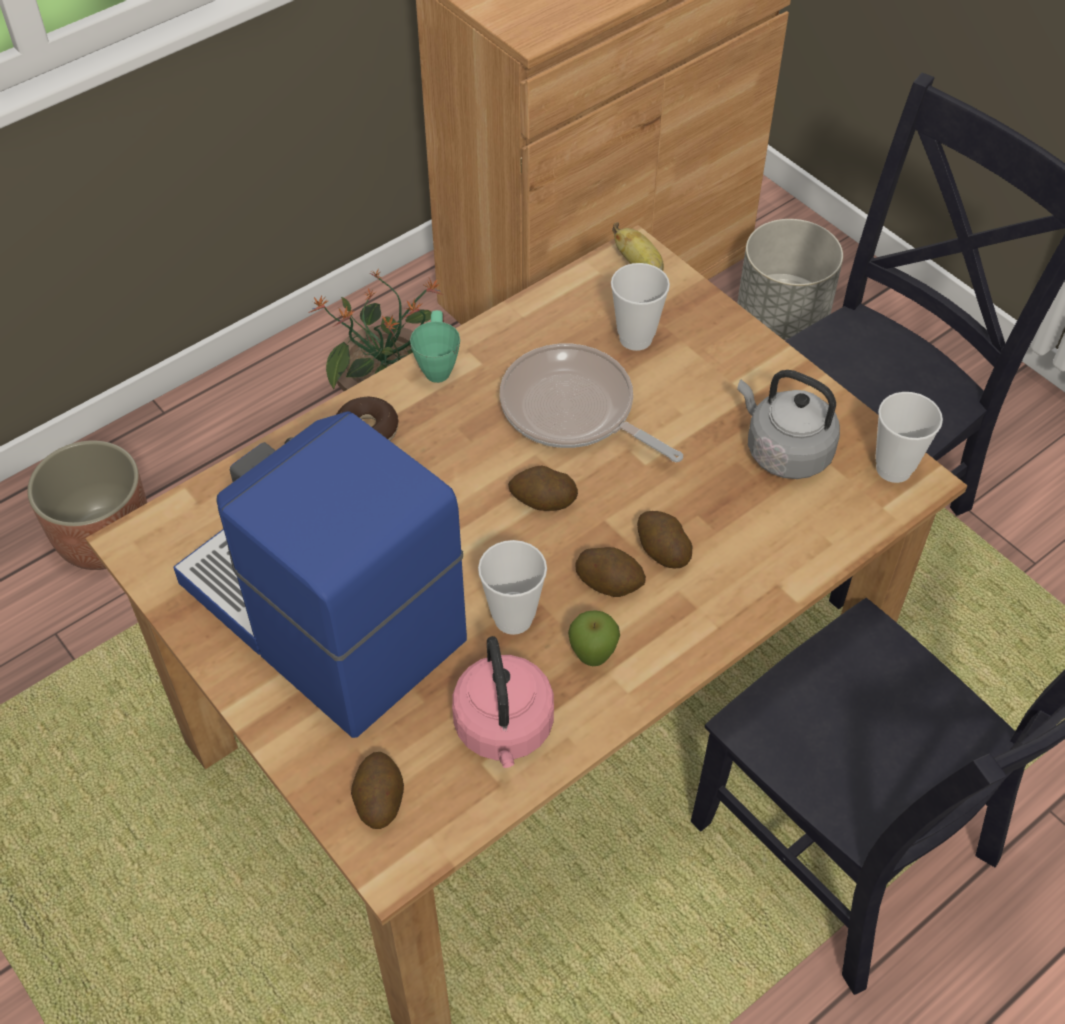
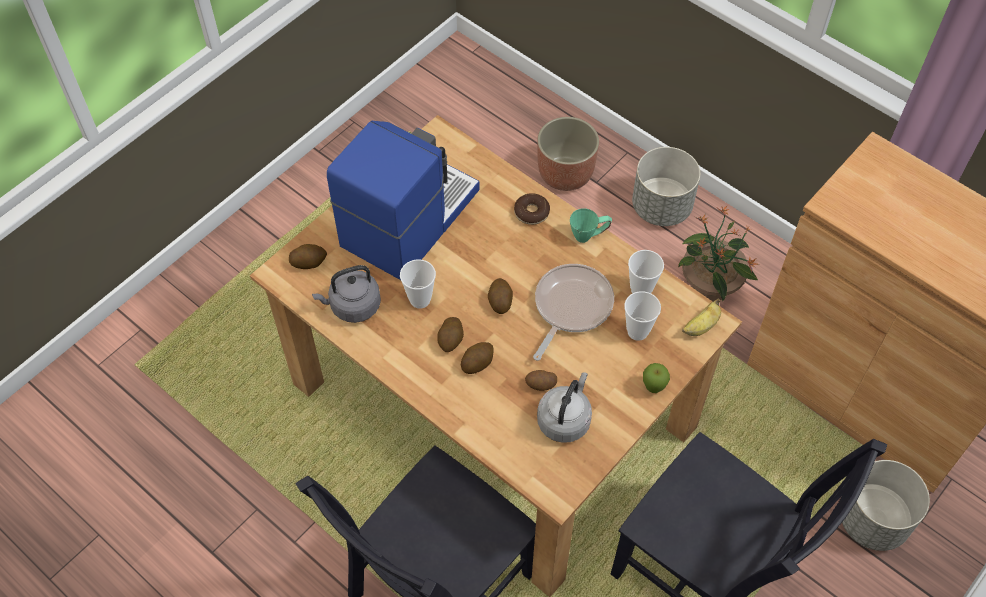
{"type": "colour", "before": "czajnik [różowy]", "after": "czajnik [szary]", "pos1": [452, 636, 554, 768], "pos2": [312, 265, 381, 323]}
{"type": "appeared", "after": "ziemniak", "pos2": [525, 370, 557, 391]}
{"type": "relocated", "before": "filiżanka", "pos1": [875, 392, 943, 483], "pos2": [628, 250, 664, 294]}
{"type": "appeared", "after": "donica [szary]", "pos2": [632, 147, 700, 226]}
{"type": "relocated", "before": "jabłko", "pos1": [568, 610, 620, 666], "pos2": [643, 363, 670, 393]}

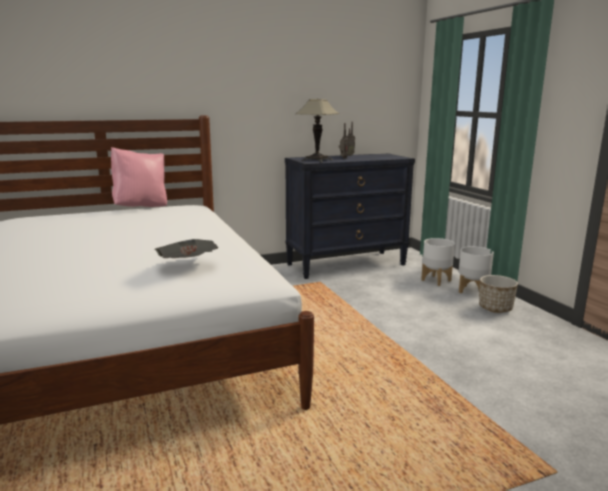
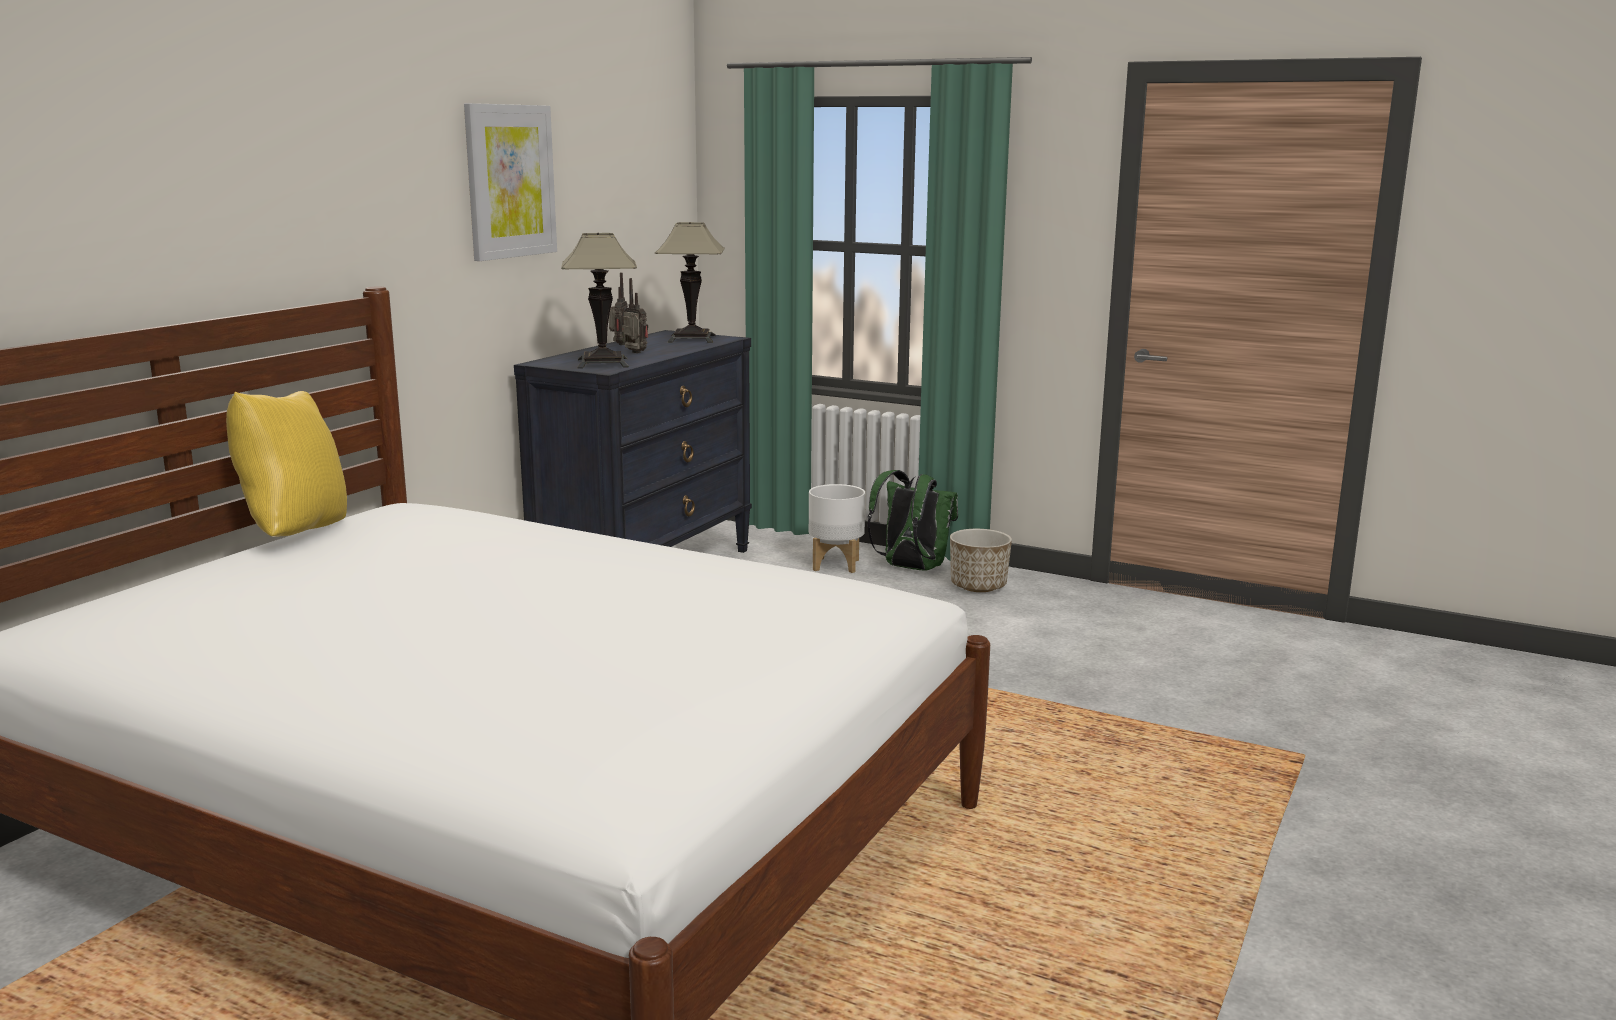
{"type": "colour", "before": "poduszka [różowy]", "after": "poduszka [żółty]", "pos1": [111, 147, 167, 207], "pos2": [226, 391, 347, 537]}
{"type": "appeared", "after": "obraz", "pos2": [464, 103, 557, 261]}
{"type": "appeared", "after": "lampa stołowa", "pos2": [655, 222, 725, 343]}
{"type": "exchanged", "before": "donica [biały]", "after": "plecak [zielony]", "pos1": [459, 246, 494, 293], "pos2": [868, 470, 958, 570]}
{"type": "missing", "before": "gazeta", "pos1": [155, 239, 218, 258]}

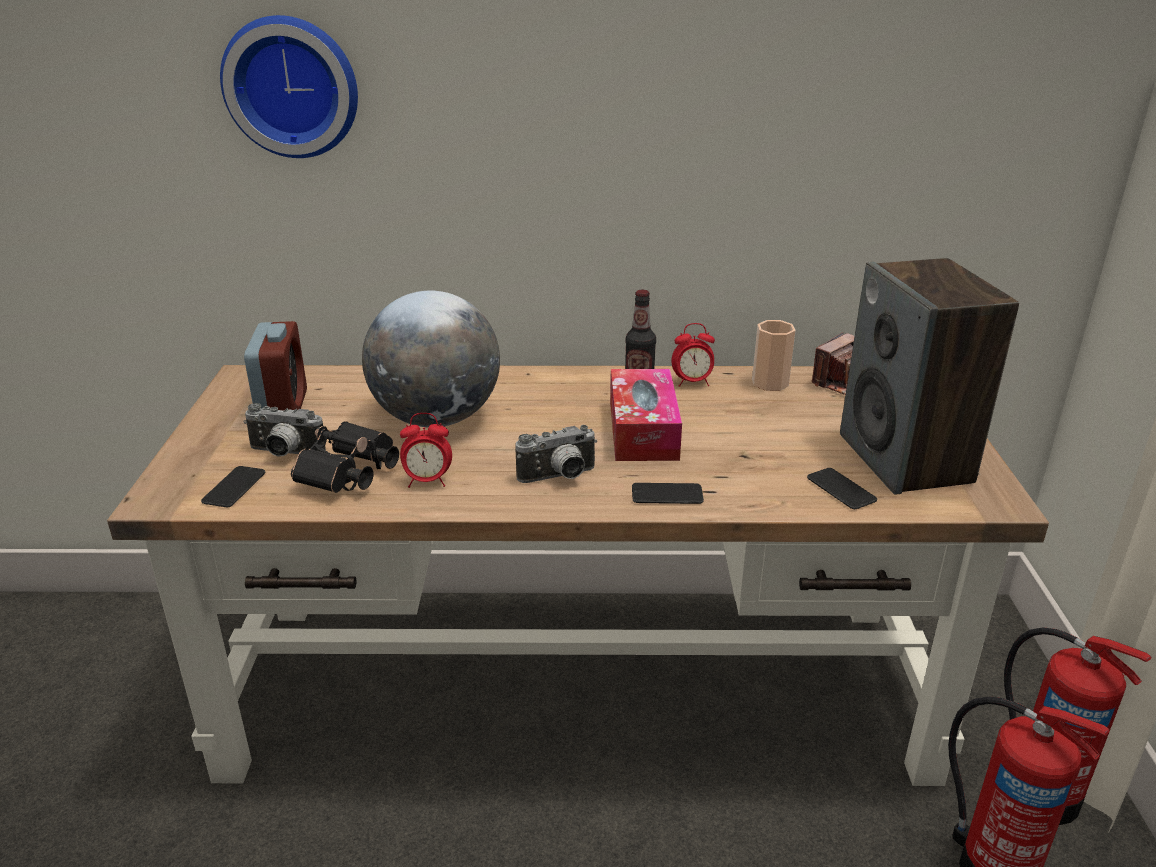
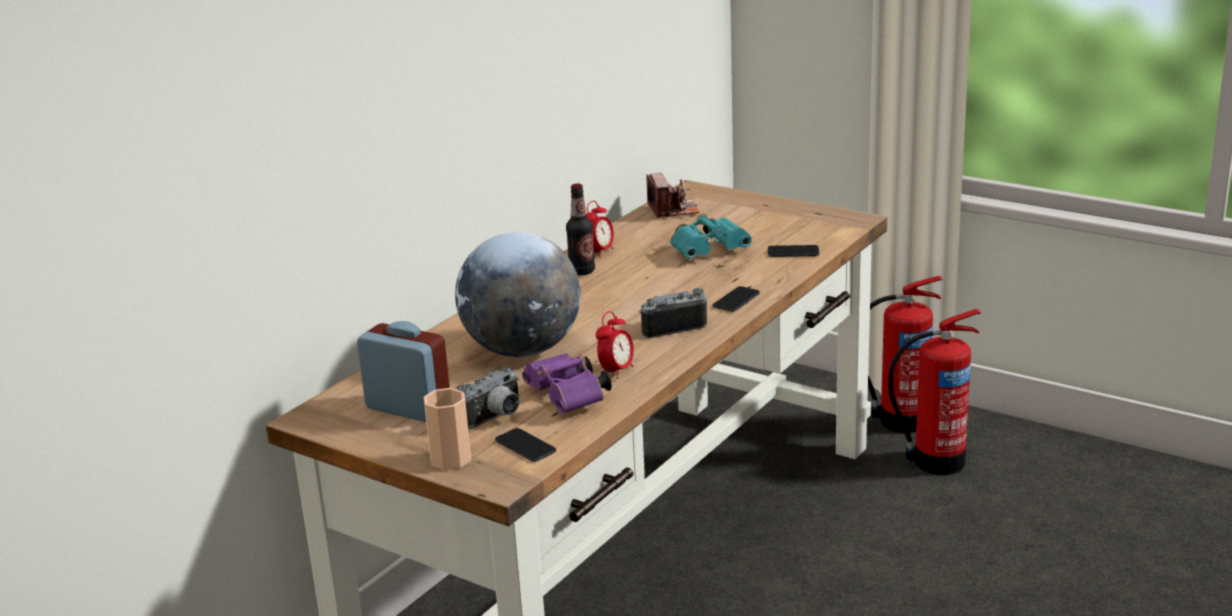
{"type": "relocated", "before": "filiżanka", "pos1": [752, 320, 796, 391], "pos2": [424, 388, 471, 470]}
{"type": "colour", "before": "lornetka [czarny]", "after": "lornetka [fioletowy]", "pos1": [291, 421, 399, 493], "pos2": [522, 353, 612, 414]}
{"type": "spun", "before": "aparat fotograficzny", "pos1": [516, 425, 597, 483], "pos2": [639, 288, 707, 338], "turn": -120}
{"type": "appeared", "after": "lornetka [turkusowy]", "pos2": [670, 214, 752, 259]}
{"type": "missing", "before": "zegar ścienny", "pos1": [220, 15, 358, 158]}
{"type": "missing", "before": "pudełko chusteczek", "pos1": [610, 369, 682, 461]}
{"type": "missing", "before": "głośnik", "pos1": [840, 258, 1019, 494]}

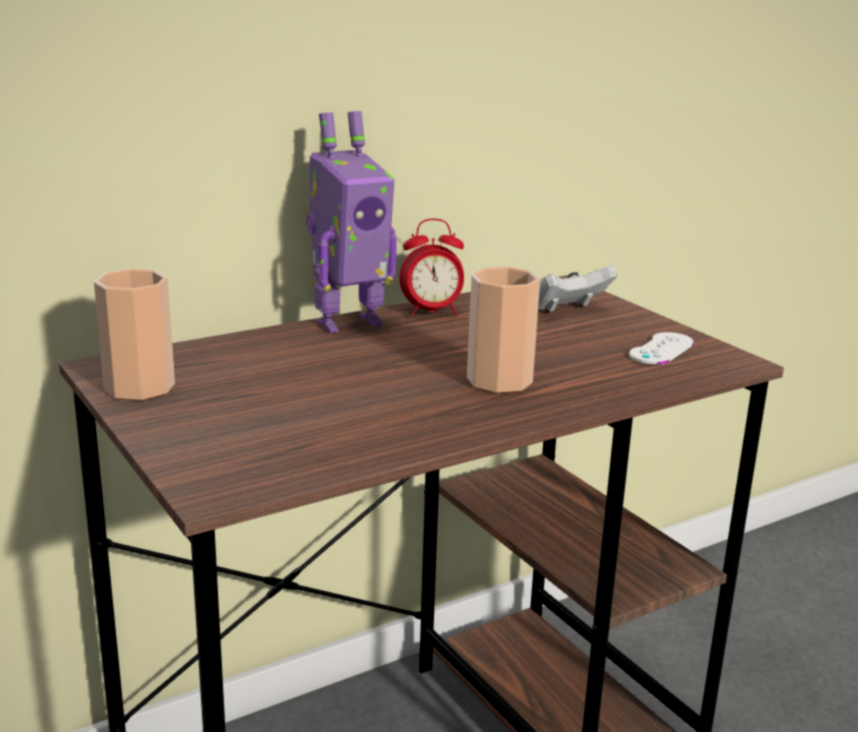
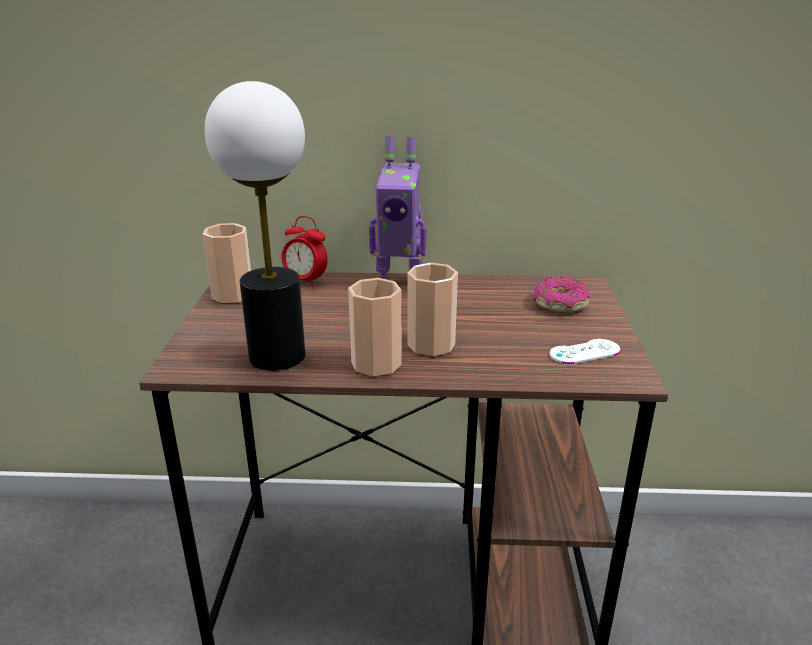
{"type": "appeared", "after": "lampa stołowa", "pos2": [205, 81, 305, 371]}
{"type": "relocated", "before": "budzik", "pos1": [399, 219, 464, 317], "pos2": [282, 216, 328, 288]}
{"type": "appeared", "after": "filiżanka", "pos2": [348, 278, 402, 376]}
{"type": "exchanged", "before": "pad do gier [biały]", "after": "donut", "pos1": [538, 265, 617, 313], "pos2": [534, 277, 590, 313]}

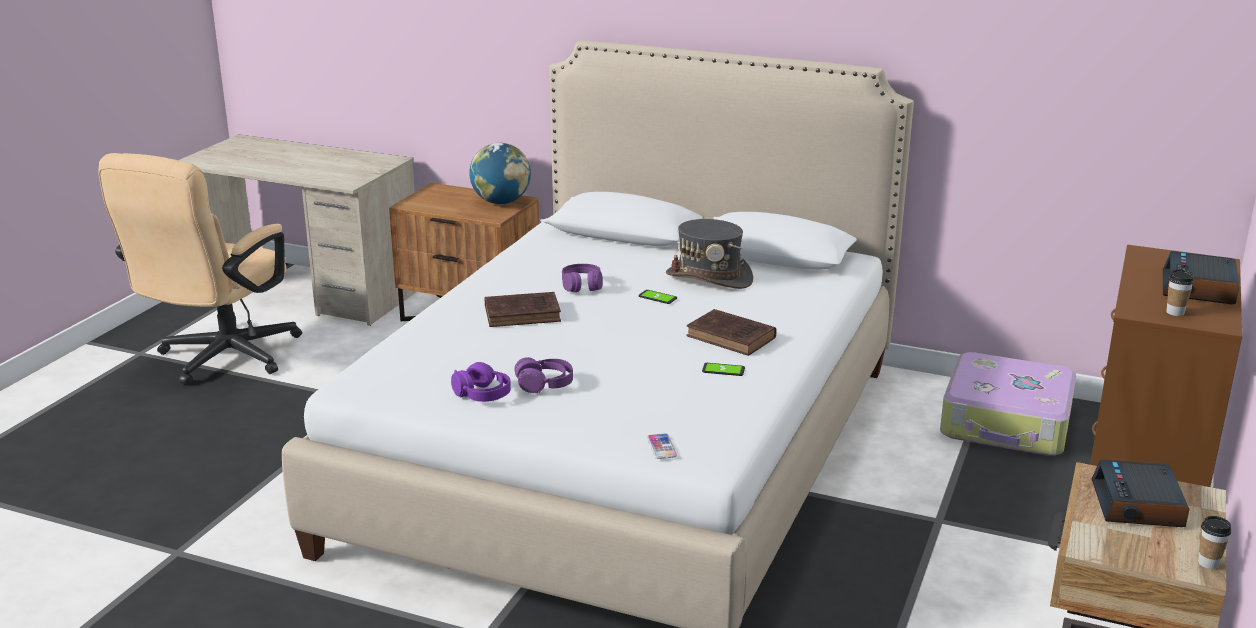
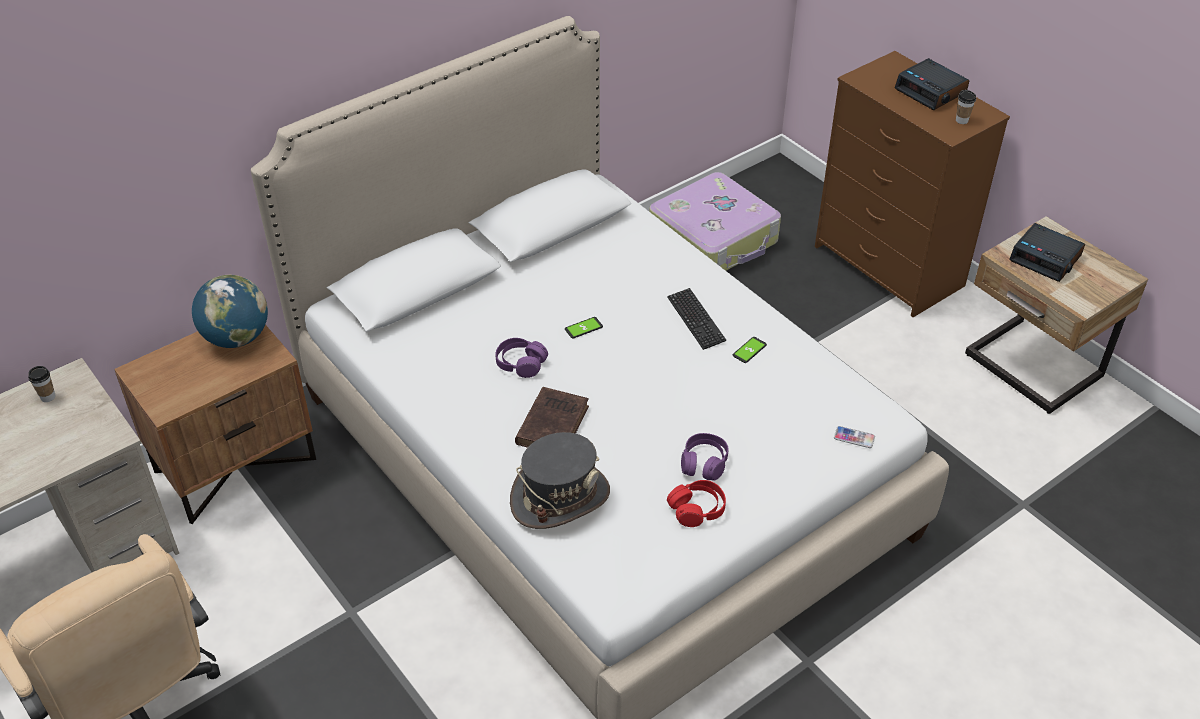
{"type": "relocated", "before": "filiżanka", "pos1": [1198, 516, 1231, 569], "pos2": [28, 366, 56, 402]}
{"type": "relocated", "before": "kapelusz [szary]", "pos1": [666, 219, 753, 289], "pos2": [510, 432, 610, 529]}
{"type": "exchanged", "before": "książka [brązowy]", "after": "klawiatura", "pos1": [686, 309, 776, 356], "pos2": [667, 288, 726, 350]}
{"type": "colour", "before": "słuchawki [fioletowy]", "after": "słuchawki [czerwony]", "pos1": [451, 362, 511, 402], "pos2": [667, 480, 726, 527]}

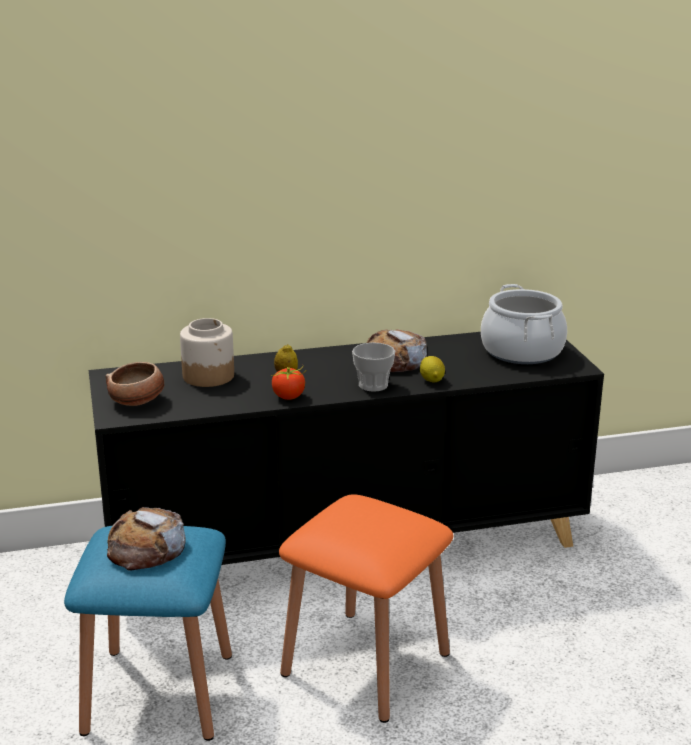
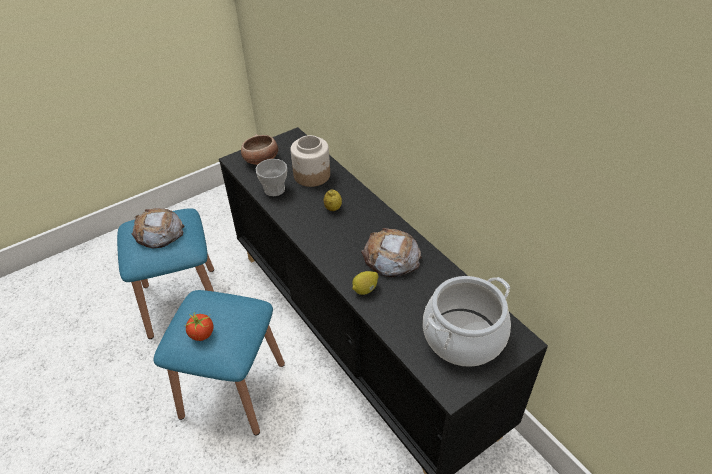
{"type": "colour", "before": "stołek [pomarańczowy]", "after": "stołek [niebieski]", "pos1": [279, 495, 453, 723], "pos2": [154, 290, 285, 436]}
{"type": "relocated", "before": "pomidor", "pos1": [270, 365, 307, 400], "pos2": [185, 313, 213, 341]}
{"type": "relocated", "before": "filiżanka", "pos1": [352, 342, 395, 392], "pos2": [256, 159, 287, 196]}

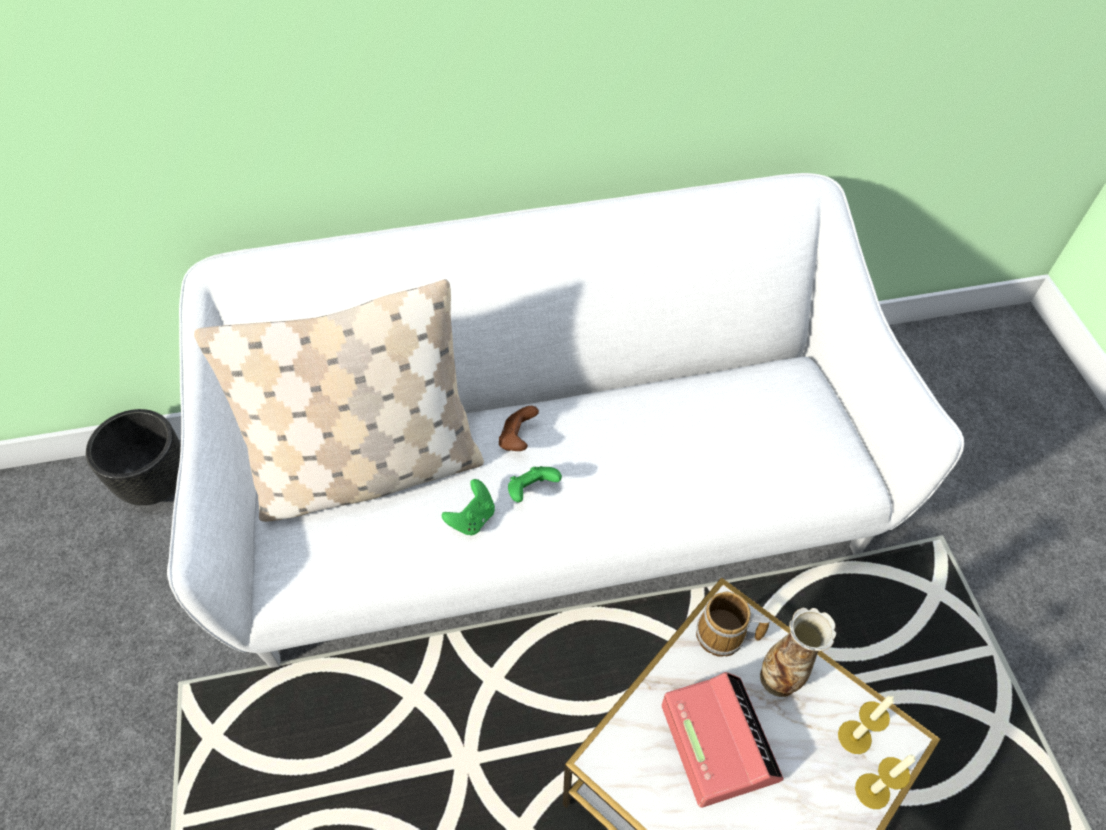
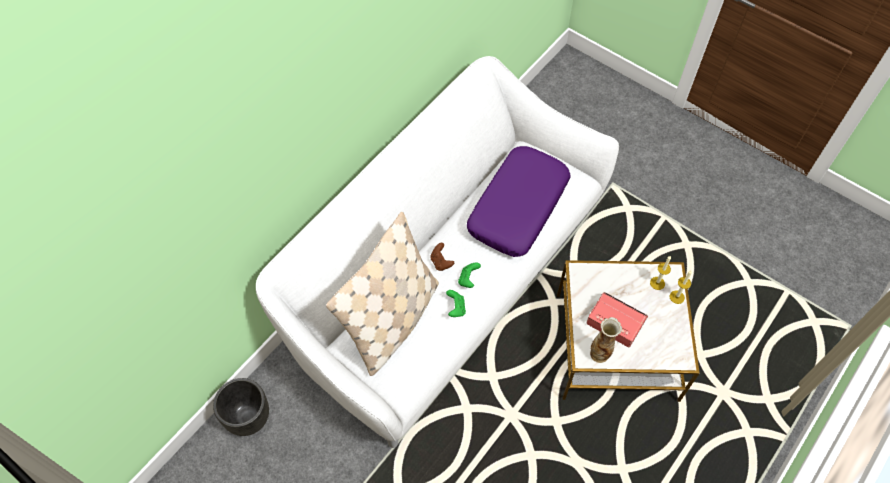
{"type": "appeared", "after": "poduszka [fioletowy]", "pos2": [467, 146, 570, 257]}
{"type": "relocated", "before": "wazon", "pos1": [760, 608, 836, 697], "pos2": [590, 317, 622, 363]}
{"type": "missing", "before": "kubek", "pos1": [696, 592, 770, 657]}

